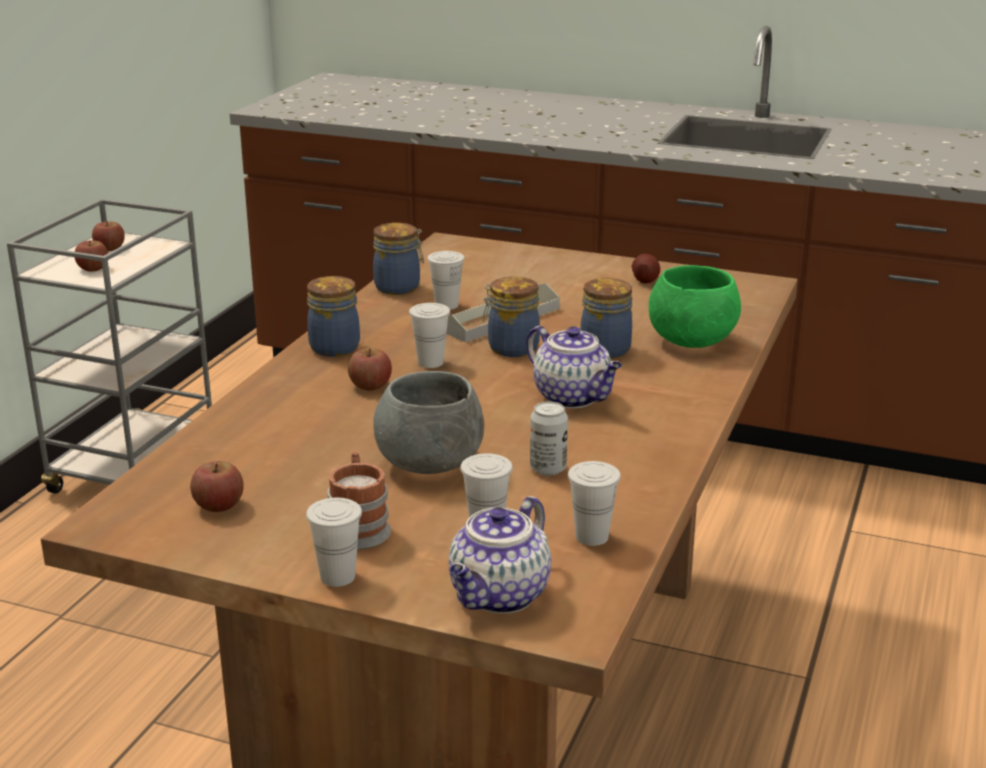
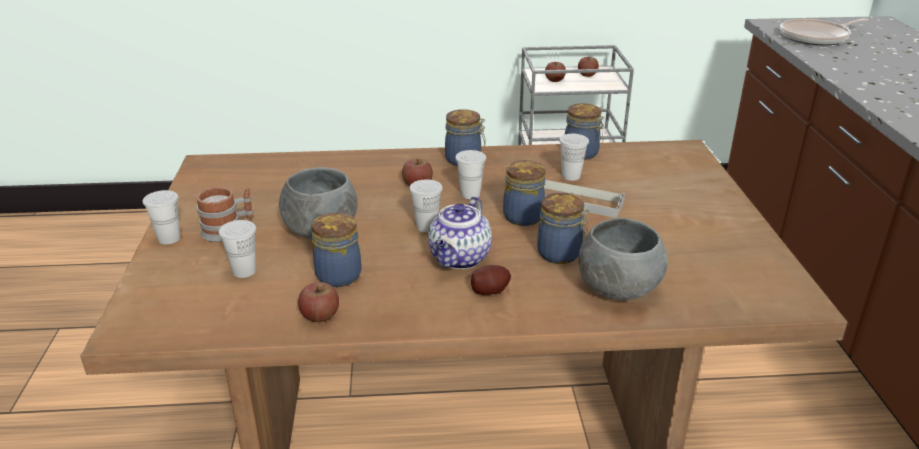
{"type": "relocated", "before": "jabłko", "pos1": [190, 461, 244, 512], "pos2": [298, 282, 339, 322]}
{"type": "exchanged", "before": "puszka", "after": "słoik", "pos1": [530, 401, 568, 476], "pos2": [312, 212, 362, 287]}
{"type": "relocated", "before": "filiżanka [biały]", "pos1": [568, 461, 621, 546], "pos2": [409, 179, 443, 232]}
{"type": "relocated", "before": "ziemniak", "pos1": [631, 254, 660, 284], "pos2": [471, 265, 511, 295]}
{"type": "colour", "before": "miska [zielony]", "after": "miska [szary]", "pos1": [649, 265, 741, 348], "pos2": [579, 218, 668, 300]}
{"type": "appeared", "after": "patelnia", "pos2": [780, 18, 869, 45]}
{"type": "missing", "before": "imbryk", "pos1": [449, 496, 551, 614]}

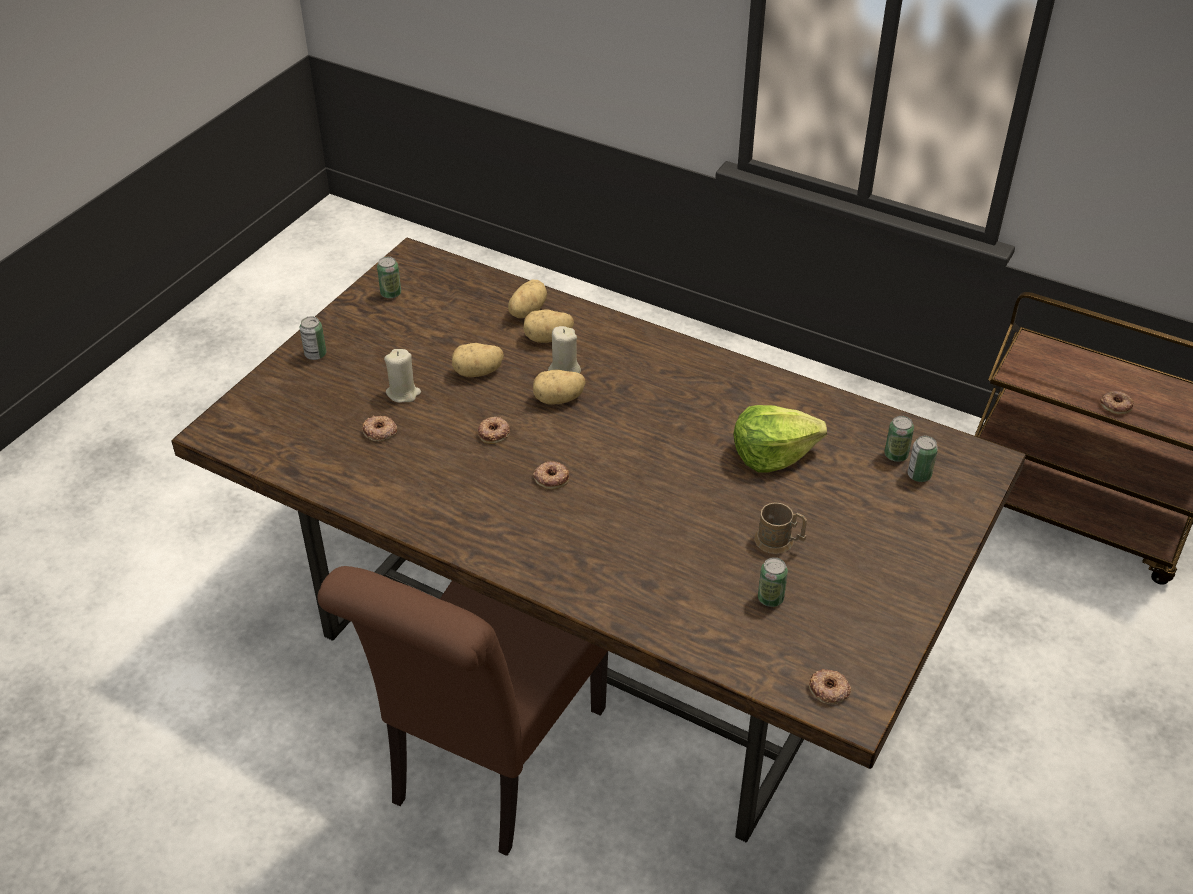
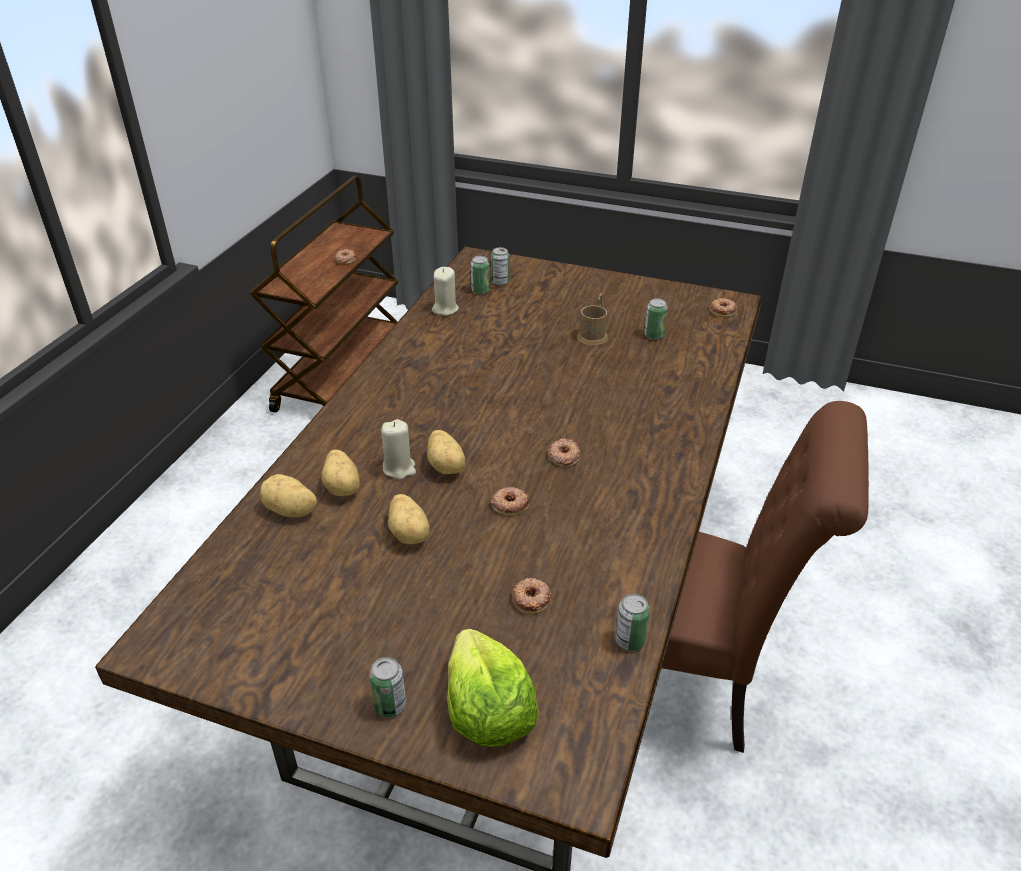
{"type": "relocated", "before": "świeca [beżowy]", "pos1": [384, 349, 421, 403], "pos2": [432, 267, 459, 316]}
{"type": "relocated", "before": "sałata", "pos1": [734, 405, 827, 473], "pos2": [447, 629, 539, 747]}
{"type": "relocated", "before": "puszka", "pos1": [377, 257, 401, 299], "pos2": [615, 594, 650, 651]}

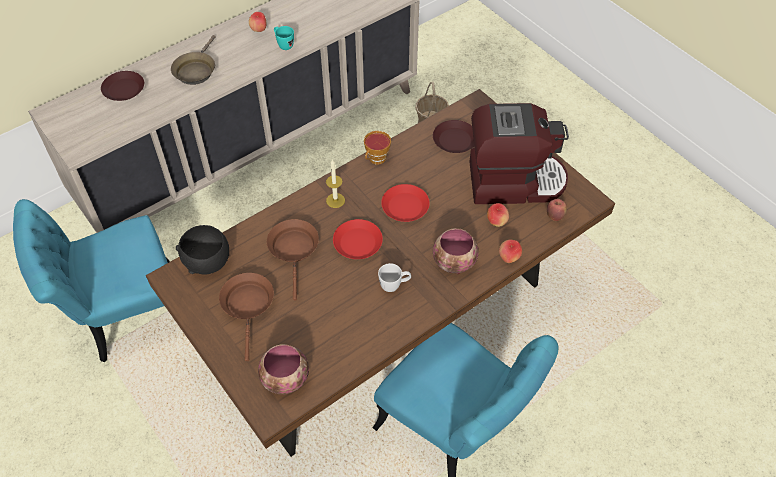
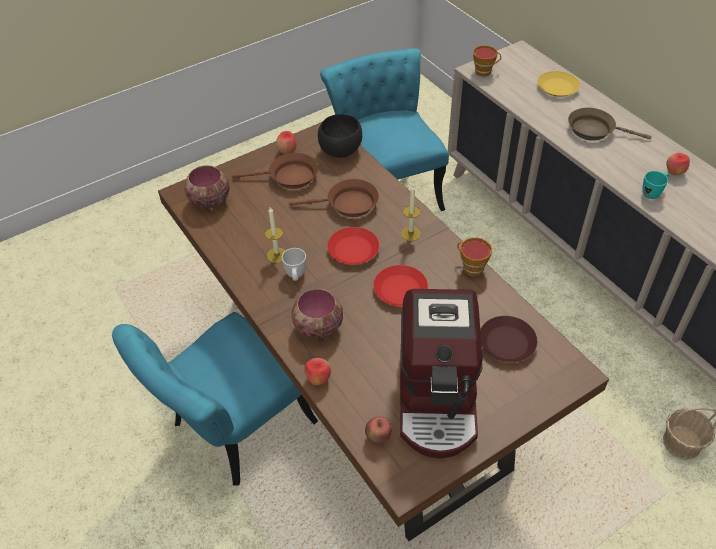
{"type": "appeared", "after": "świeca", "pos2": [265, 207, 286, 263]}
{"type": "relocated", "before": "jabłko", "pos1": [487, 203, 509, 227], "pos2": [276, 131, 296, 154]}
{"type": "appeared", "after": "filiżanka", "pos2": [473, 45, 501, 77]}
{"type": "colour", "before": "talerz [brązowy]", "after": "talerz [żółty]", "pos1": [101, 71, 144, 101], "pos2": [537, 71, 580, 97]}

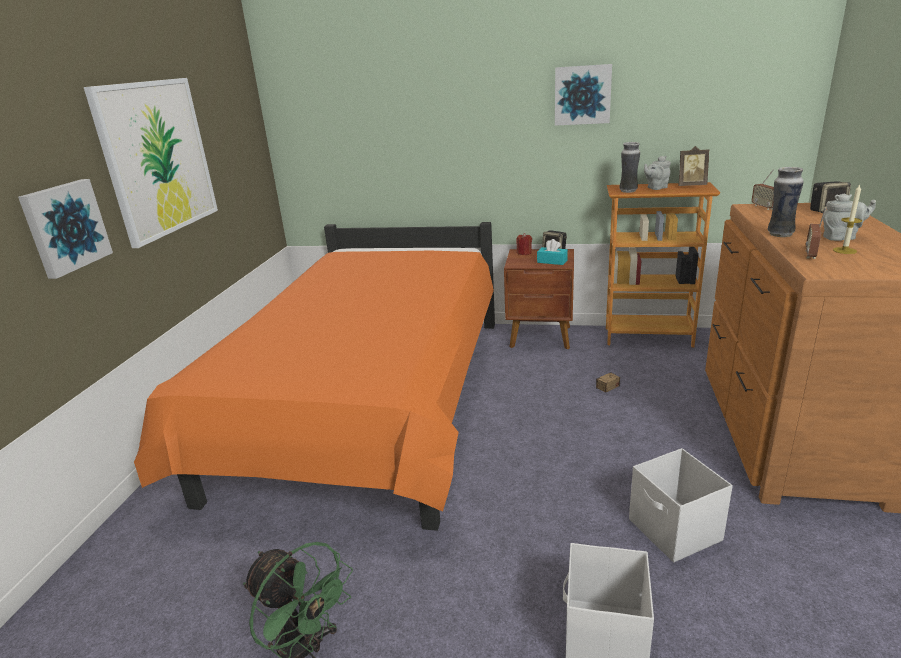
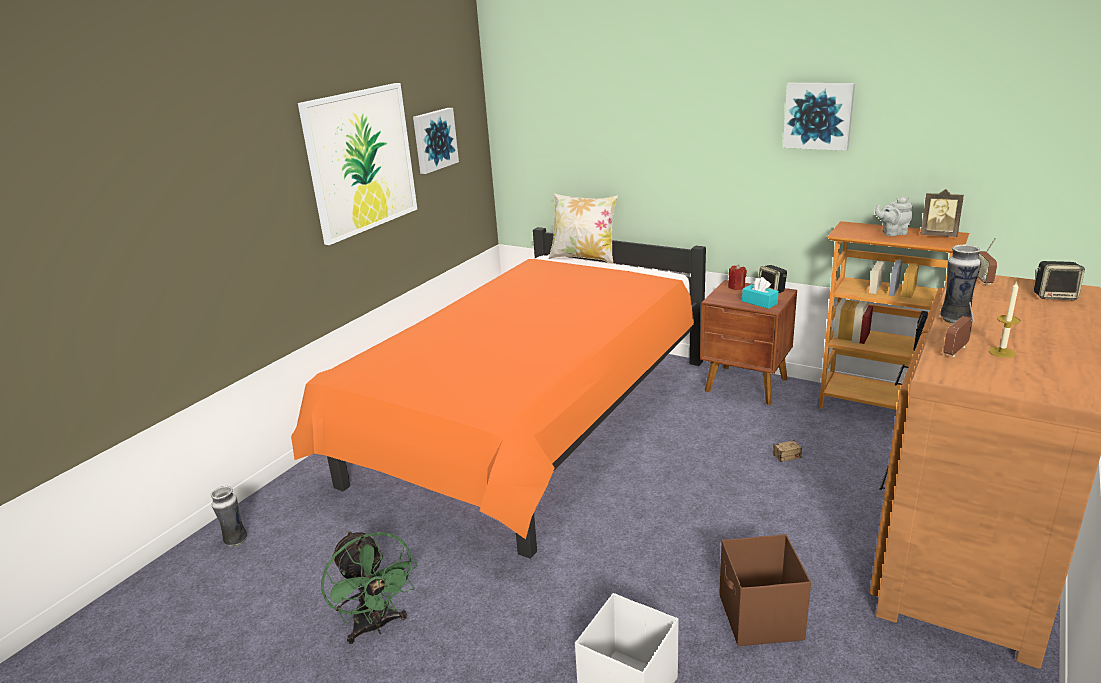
{"type": "relocated", "before": "wazon", "pos1": [619, 142, 640, 193], "pos2": [211, 486, 247, 547]}
{"type": "relocated", "before": "obraz", "pos1": [18, 179, 113, 279], "pos2": [413, 108, 459, 174]}
{"type": "appeared", "after": "poduszka", "pos2": [549, 194, 618, 264]}
{"type": "colour", "before": "pojemnik do przechowywania [biały]", "after": "pojemnik do przechowywania [brązowy]", "pos1": [629, 448, 733, 563], "pos2": [719, 534, 811, 646]}
{"type": "missing", "before": "imbryk [szary]", "pos1": [823, 193, 876, 241]}

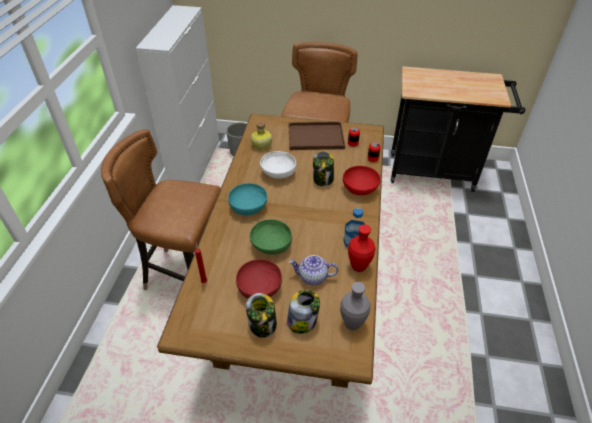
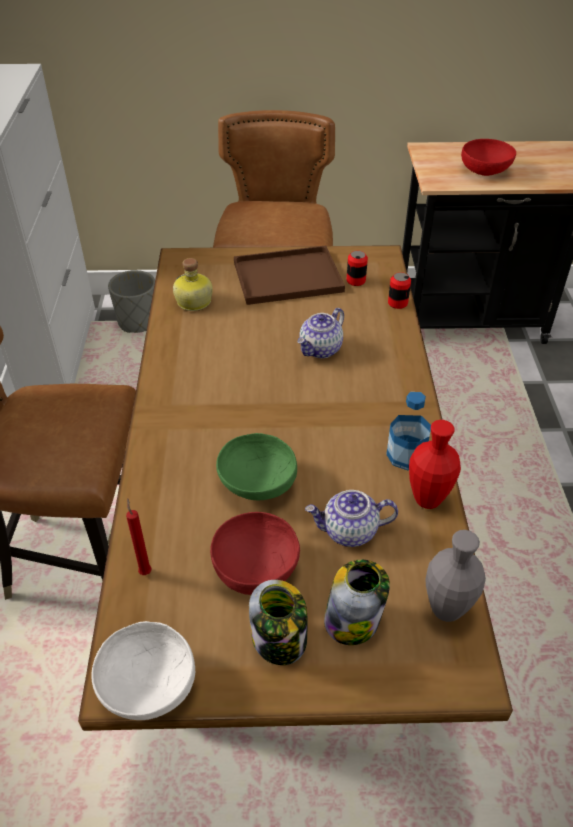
{"type": "relocated", "before": "miska [biały]", "pos1": [260, 151, 296, 179], "pos2": [91, 621, 195, 720]}
{"type": "exchanged", "before": "słoik", "after": "imbryk", "pos1": [313, 151, 334, 187], "pos2": [298, 308, 344, 358]}
{"type": "relocated", "before": "miska [czerwony]", "pos1": [343, 166, 381, 195], "pos2": [461, 139, 516, 176]}
{"type": "missing", "before": "miska [turkusowy]", "pos1": [228, 183, 267, 215]}

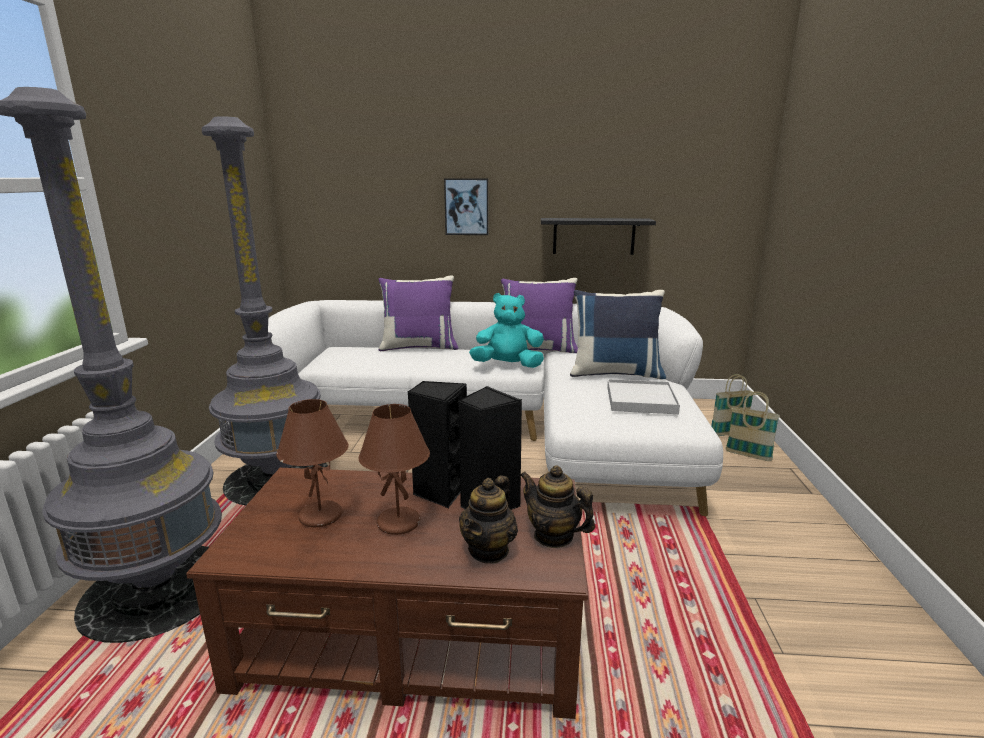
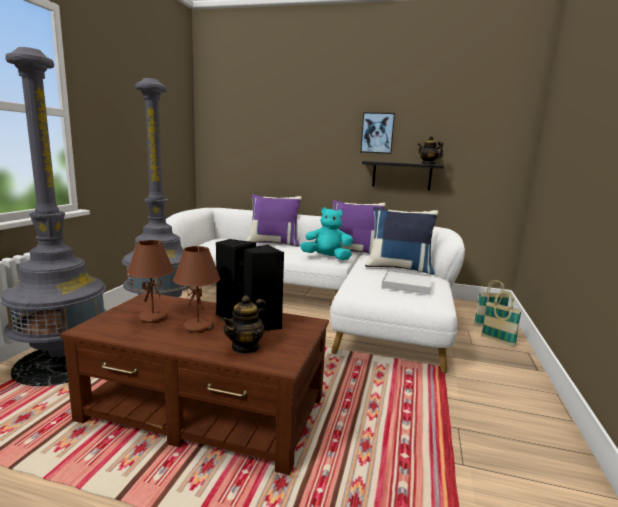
{"type": "relocated", "before": "obraz", "pos1": [444, 178, 488, 235], "pos2": [360, 112, 395, 154]}
{"type": "relocated", "before": "imbryk", "pos1": [520, 465, 595, 548], "pos2": [418, 136, 443, 164]}

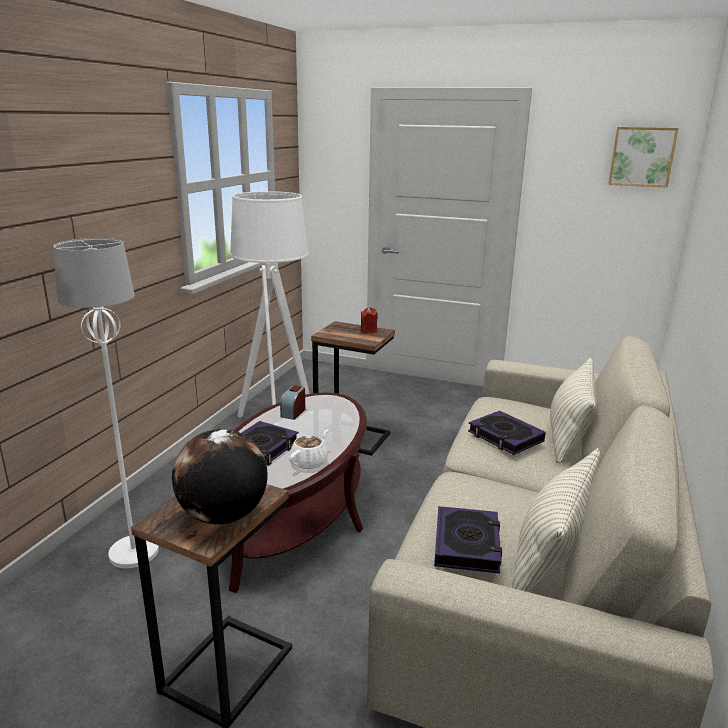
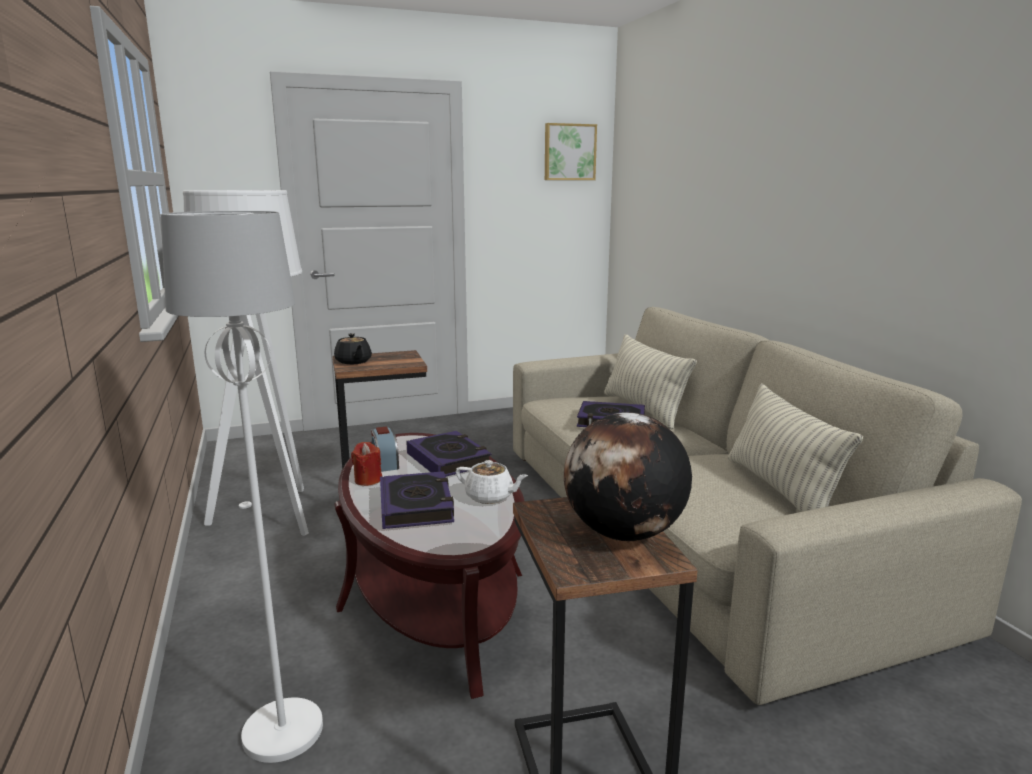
{"type": "appeared", "after": "imbryk [czarny]", "pos2": [334, 333, 372, 365]}
{"type": "relocated", "before": "świeca [czerwony]", "pos1": [361, 307, 378, 334], "pos2": [351, 442, 382, 486]}
{"type": "relocated", "before": "książka", "pos1": [434, 506, 502, 573], "pos2": [406, 431, 492, 476]}
{"type": "spun", "before": "imbryk [biały]", "pos1": [289, 429, 328, 469], "pos2": [456, 460, 528, 504], "turn": 120}

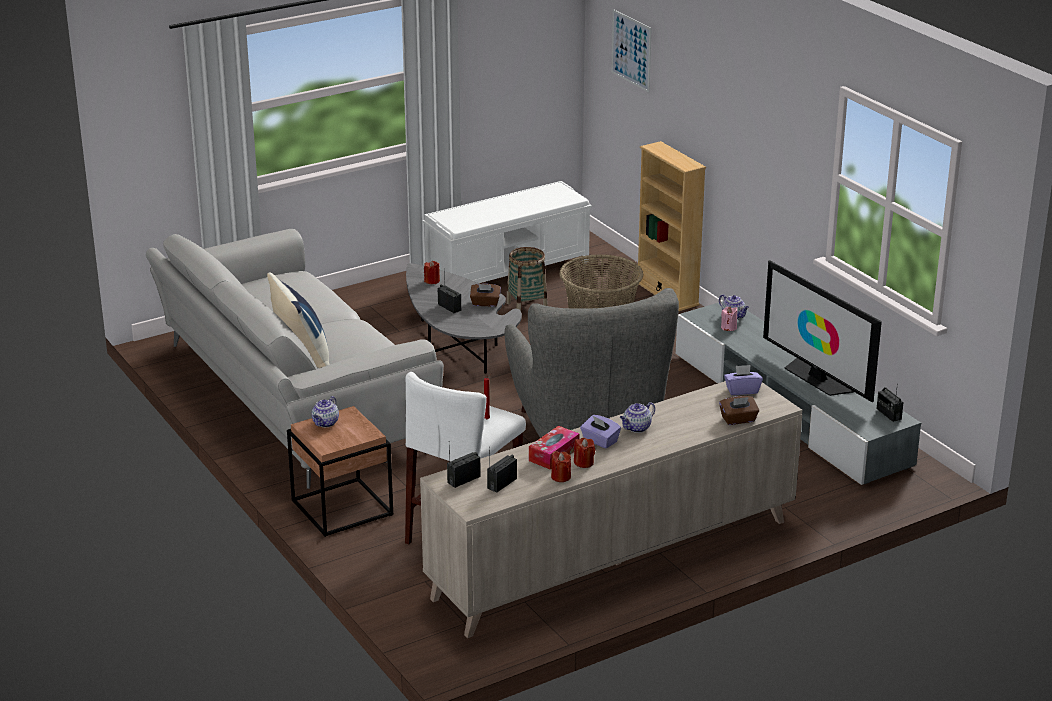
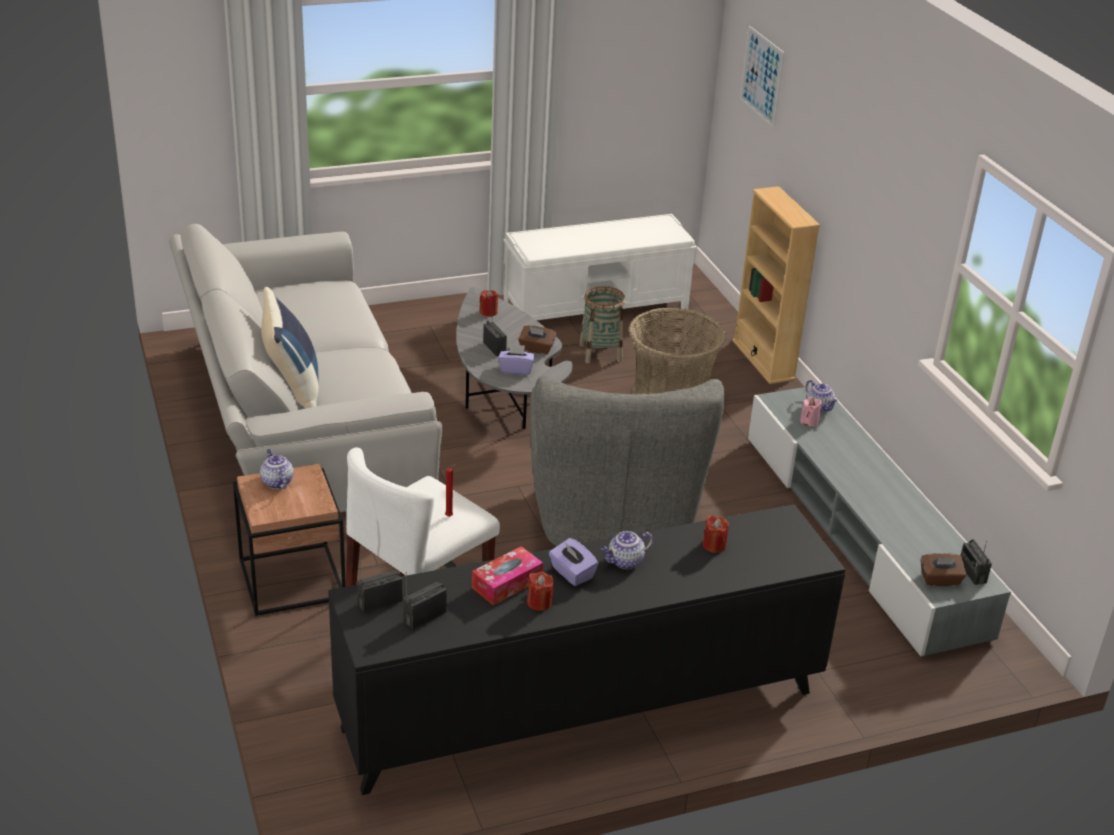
{"type": "spun", "before": "imbryk", "pos1": [311, 396, 339, 427], "pos2": [260, 449, 294, 489], "turn": 120}
{"type": "colour", "before": "szafka [beżowy]", "after": "szafka [czarny]", "pos1": [420, 381, 802, 638], "pos2": [328, 504, 846, 795]}
{"type": "relocated", "before": "pudełko chusteczek [fioletowy]", "pos1": [724, 365, 763, 395], "pos2": [498, 344, 535, 375]}
{"type": "relocated", "before": "świeca [czerwony]", "pos1": [551, 451, 571, 482], "pos2": [703, 515, 729, 553]}
{"type": "relocated", "before": "pudełko chusteczek [brązowy]", "pos1": [719, 396, 759, 425], "pos2": [921, 553, 967, 586]}
{"type": "missing", "before": "telewizor", "pos1": [763, 260, 882, 402]}

